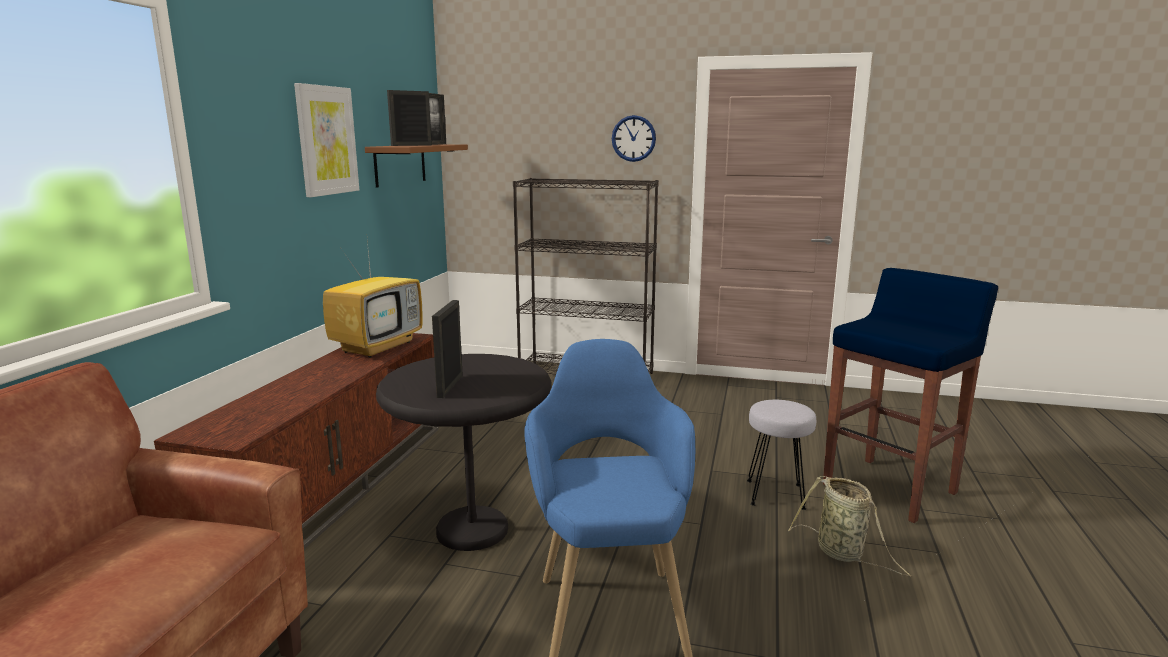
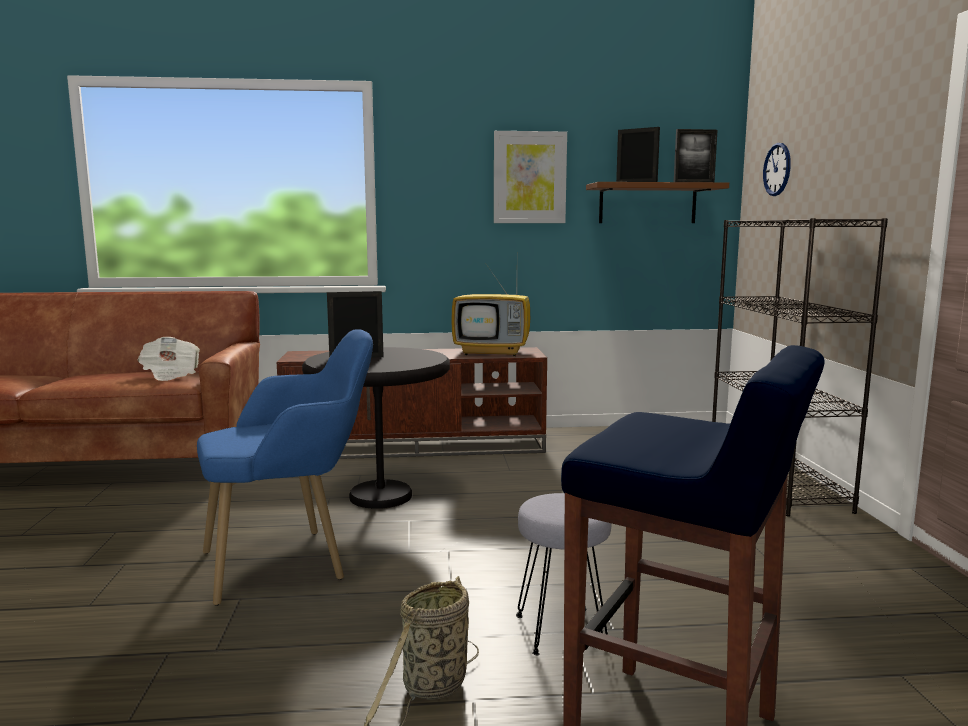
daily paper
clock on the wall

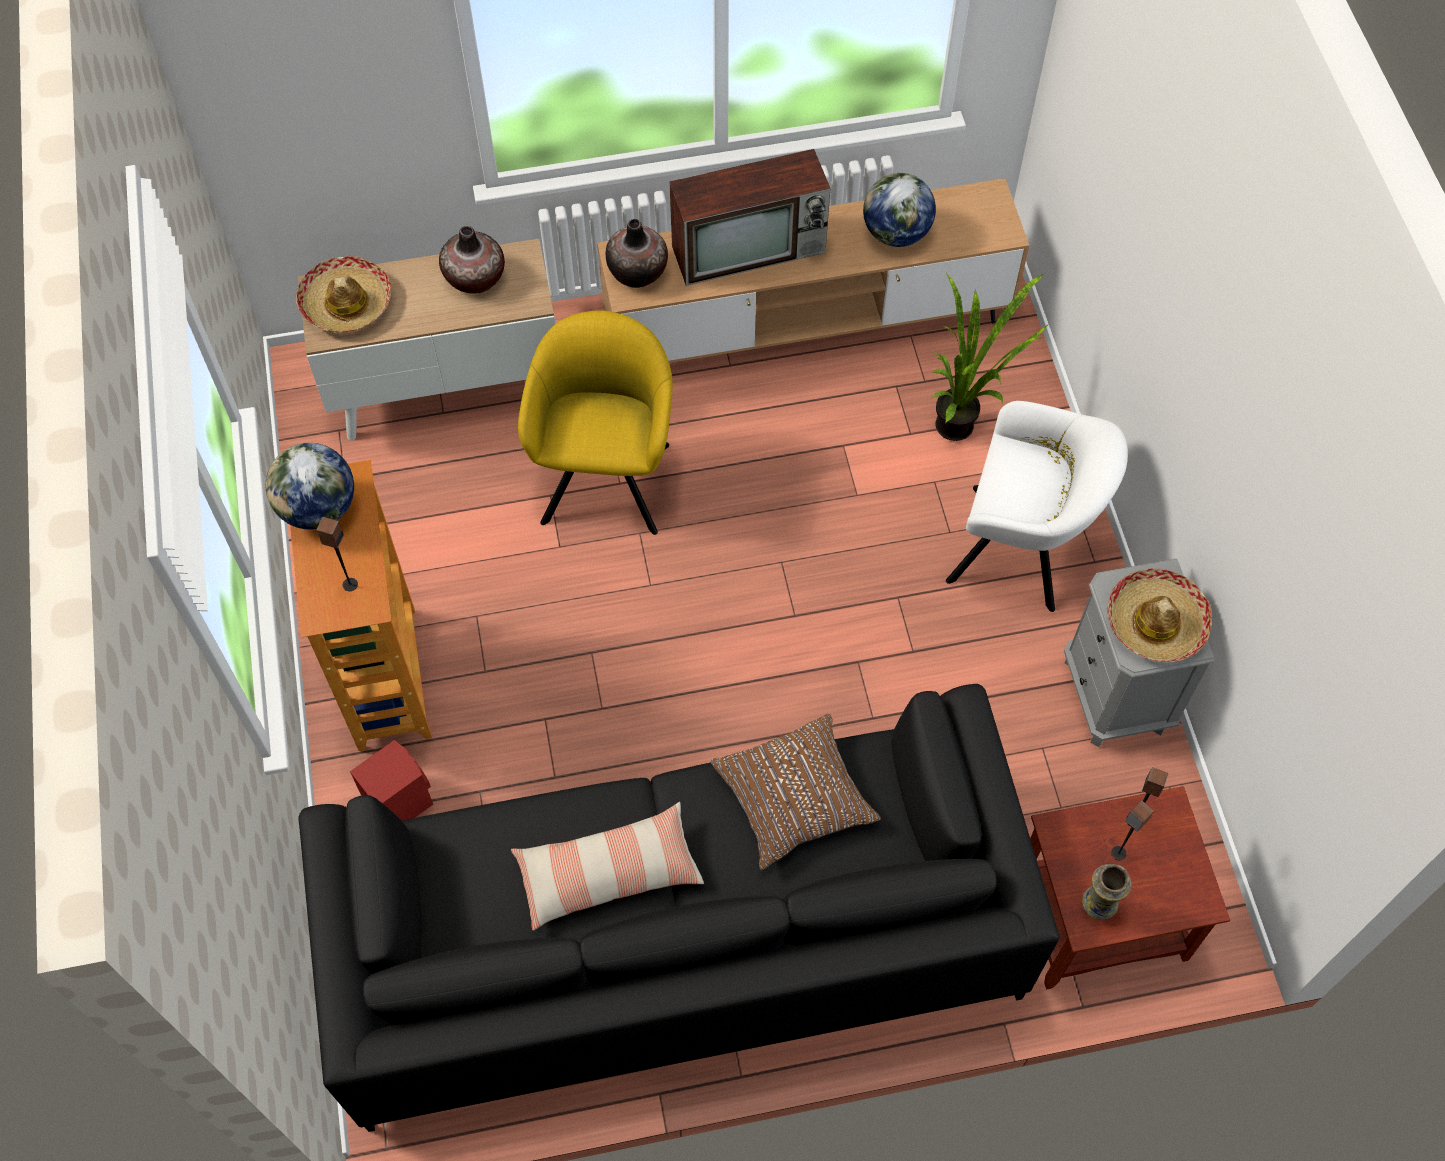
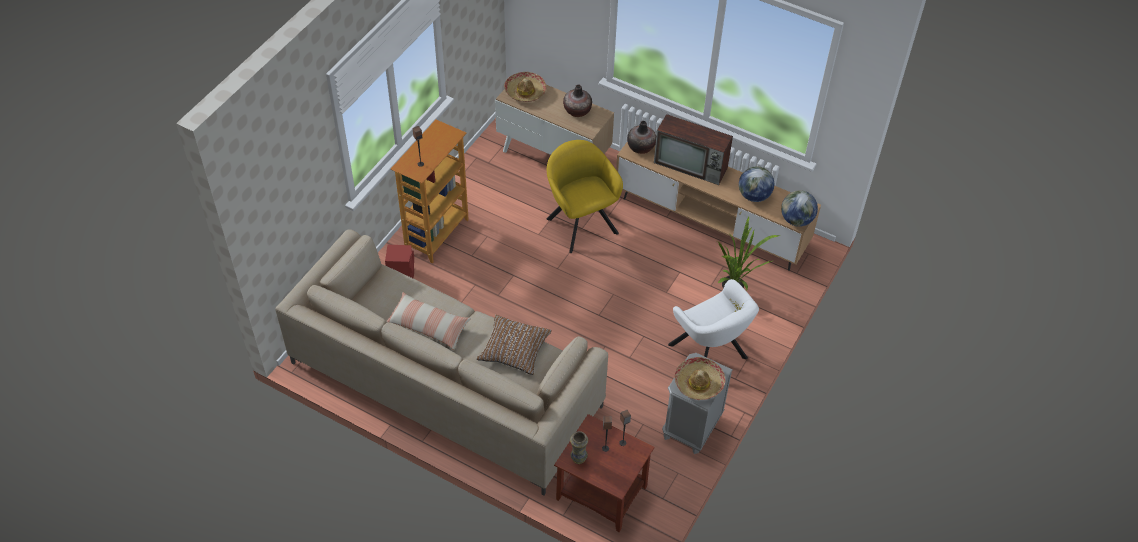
desk globe (no. 2 from left)
settee (beige-coloured)
lounge chair (yellowish)

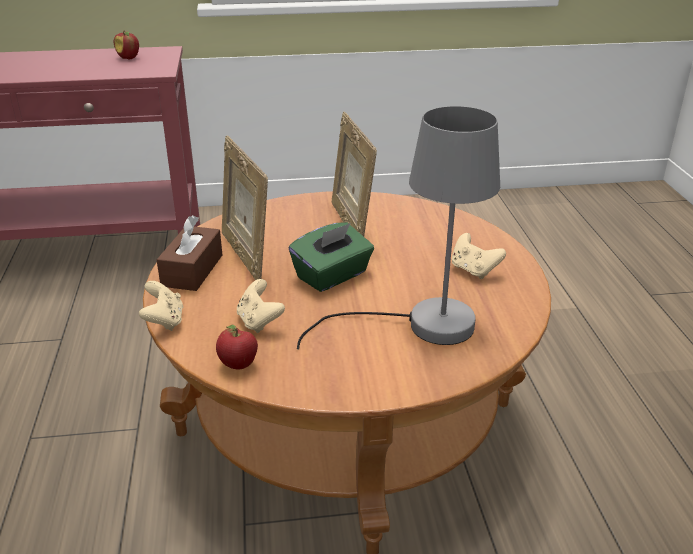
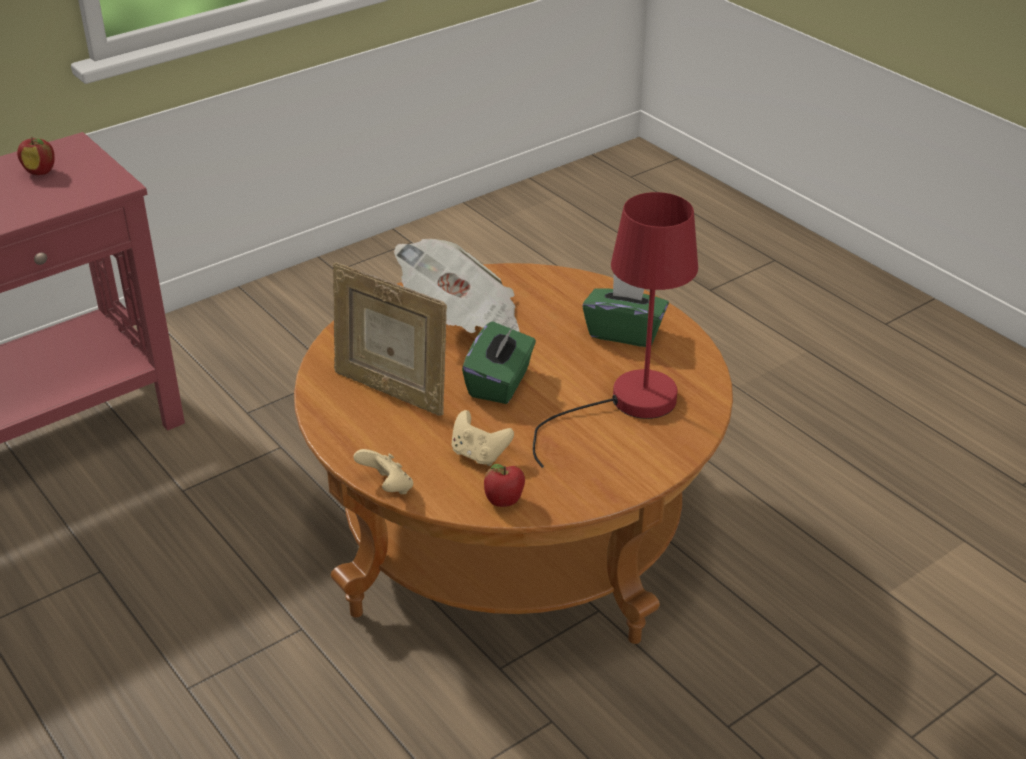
tissue holder (brown)
daily paper
tissue holder (greenish) (no. 2 from left)
tabletop lamp (reddish)

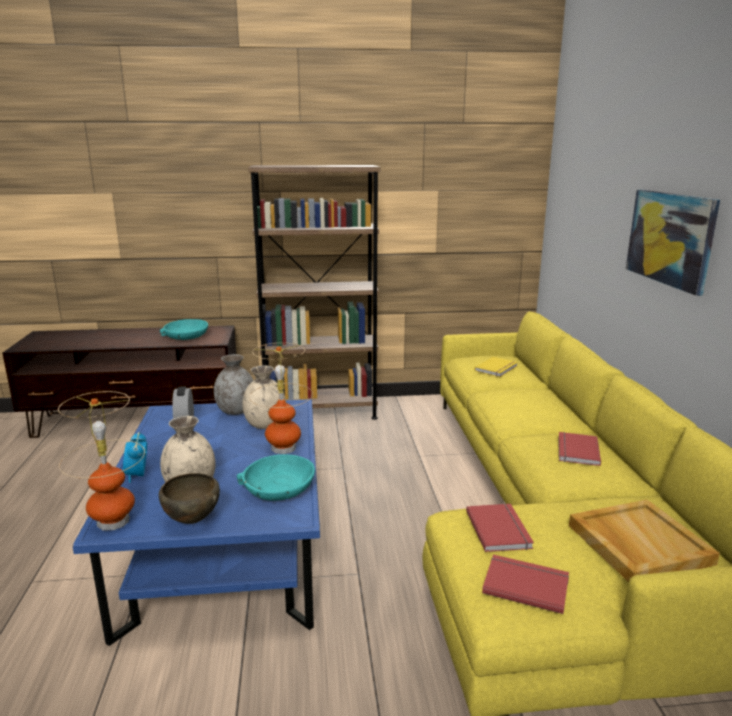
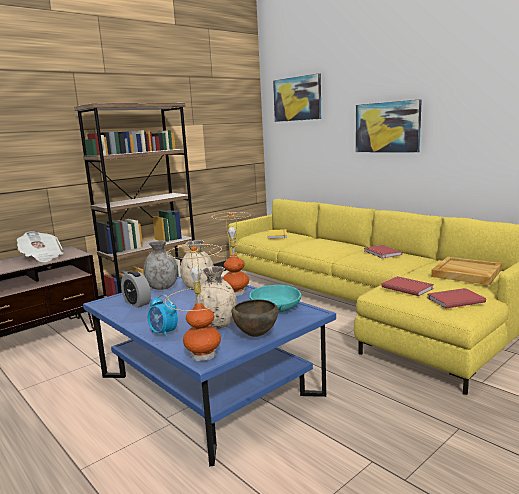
wall picture (no. 1 from left)
daily paper

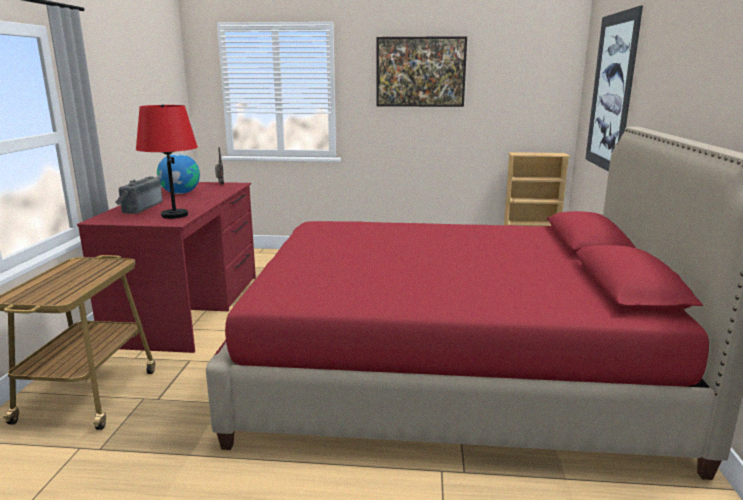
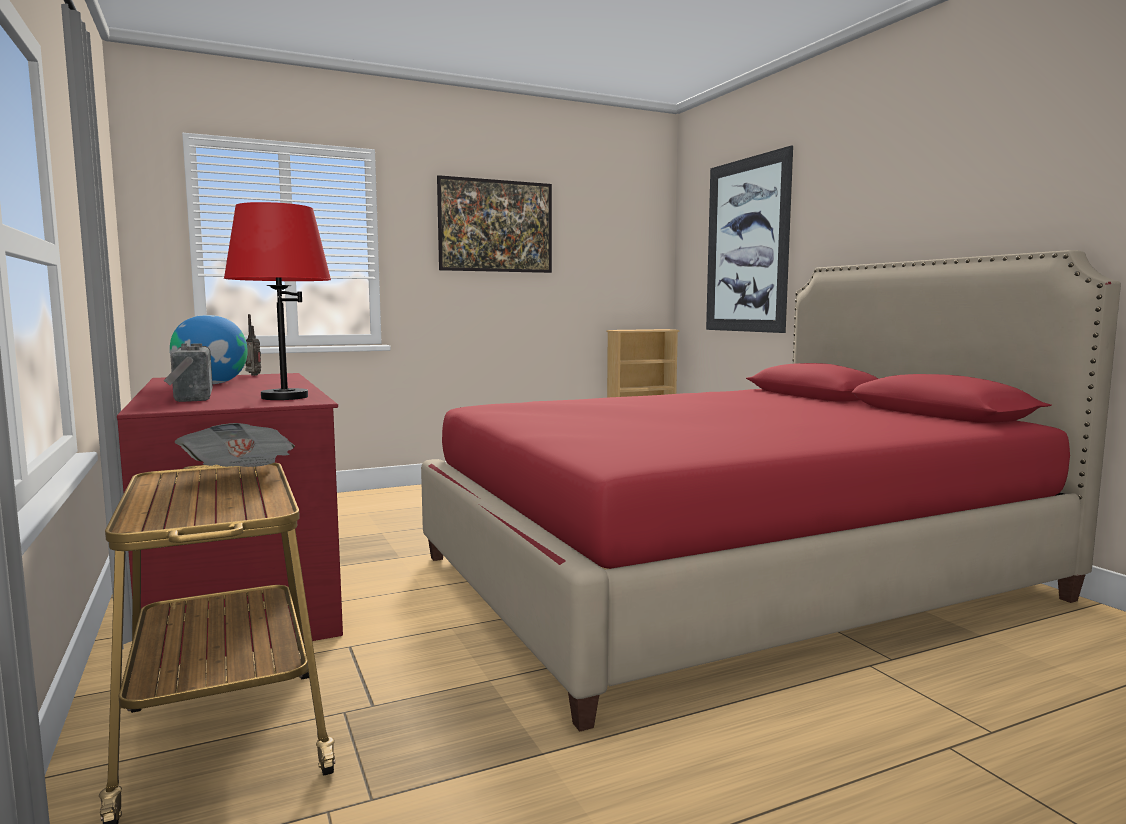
daily paper

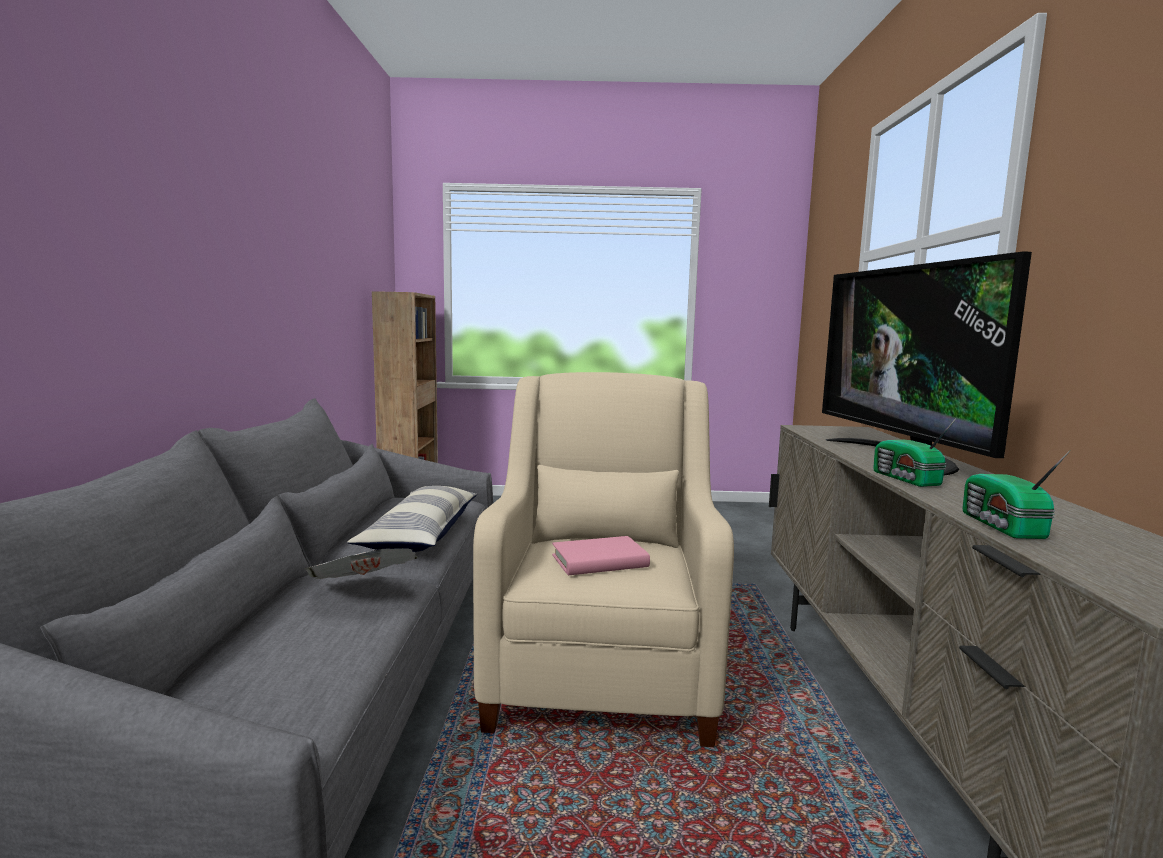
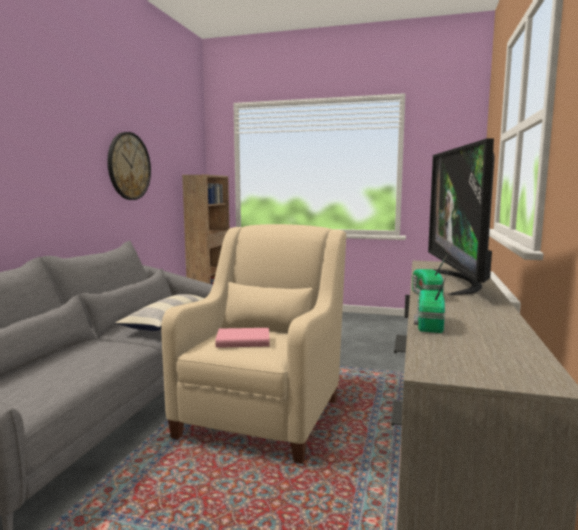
daily paper
clock on the wall

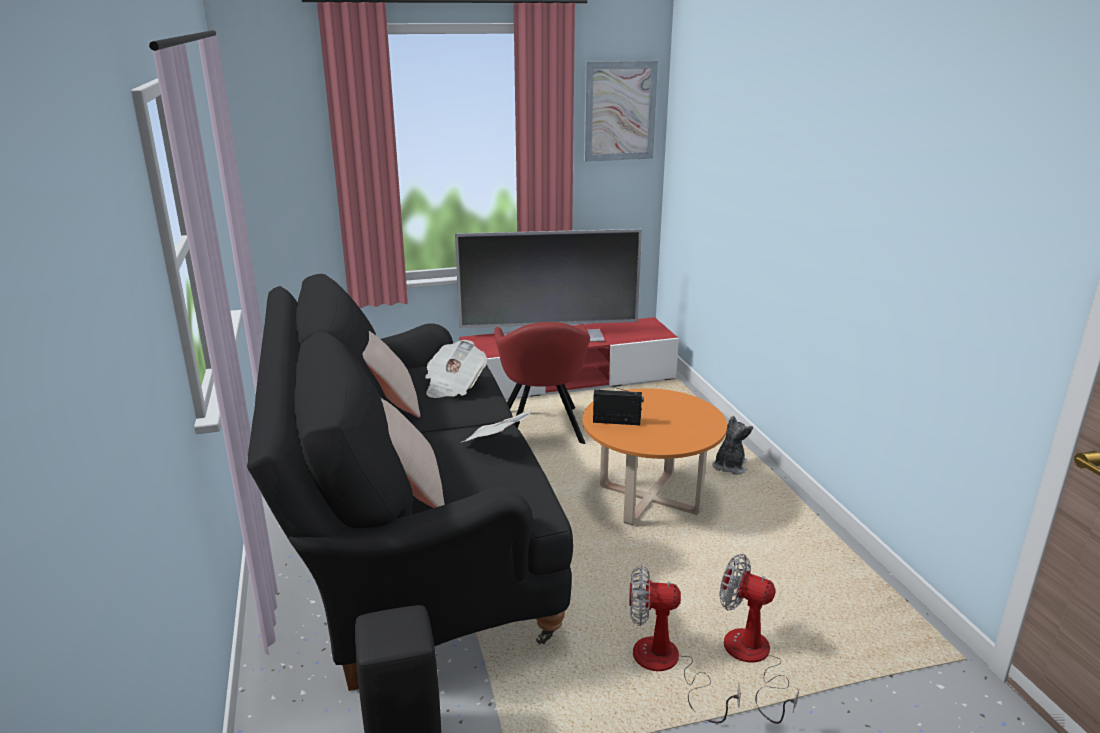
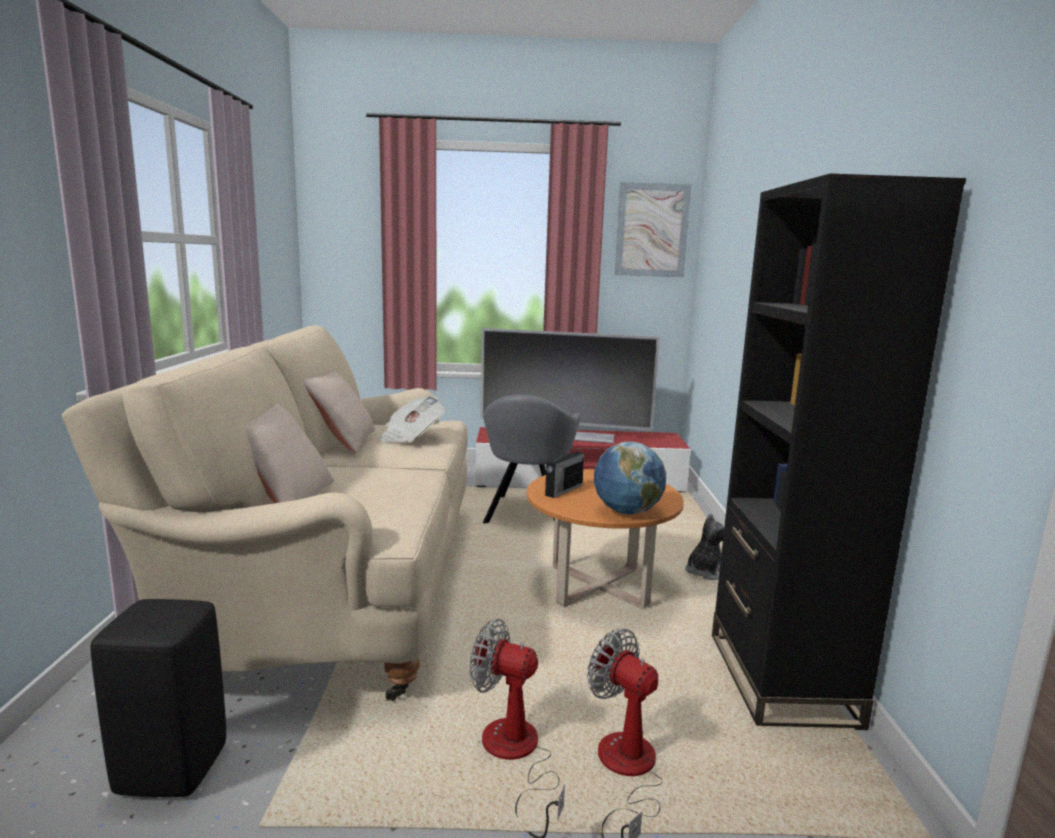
daily paper (no. 2 from left in the first image)
desk globe
bookshelf (black-coloured)
settee (beige-coloured)
lounge chair (grey)
radio receiver

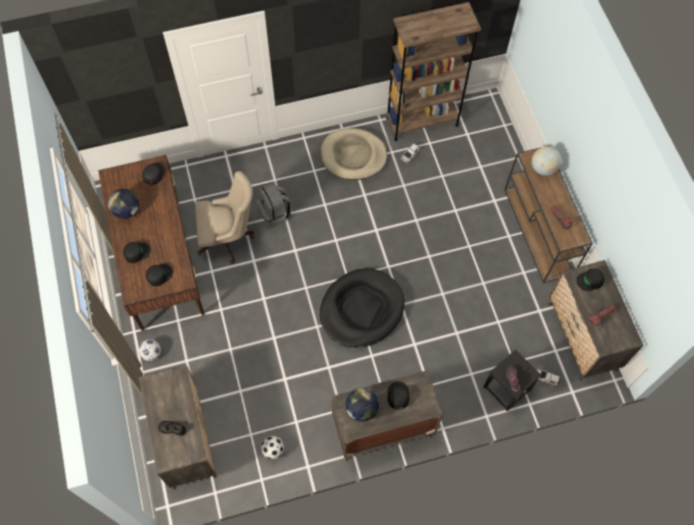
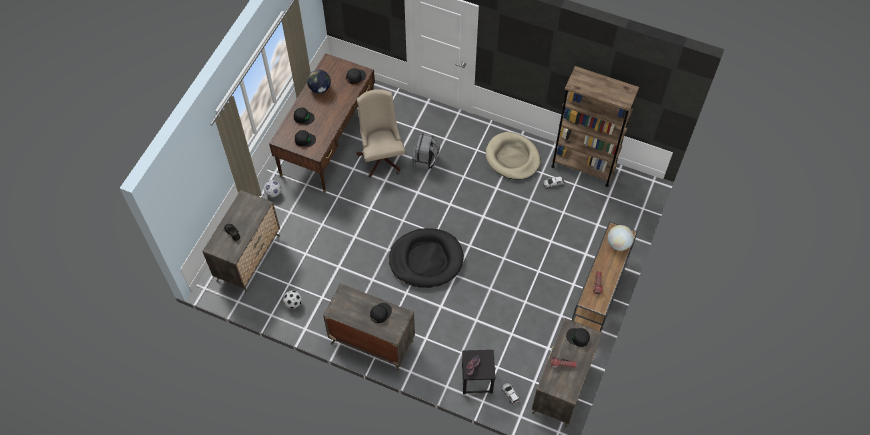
desk globe (no. 2 from left in the first image)
desk chair (beige-coloured)

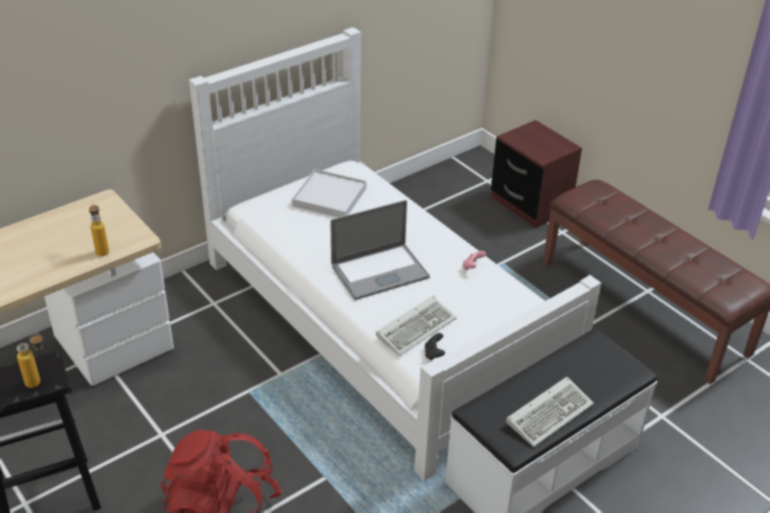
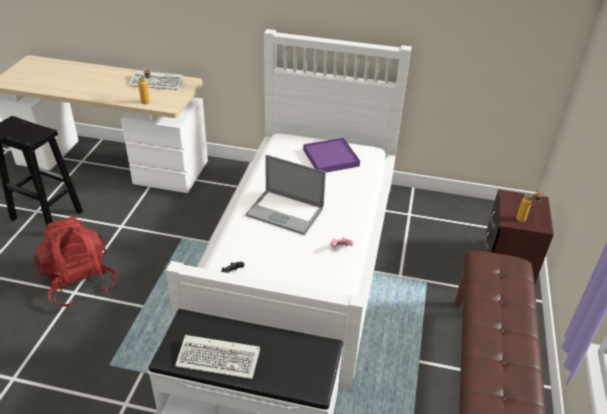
drink bottle (no. 2 from left)
computer keyboard (no. 1 from left)
serving tray (purple)

